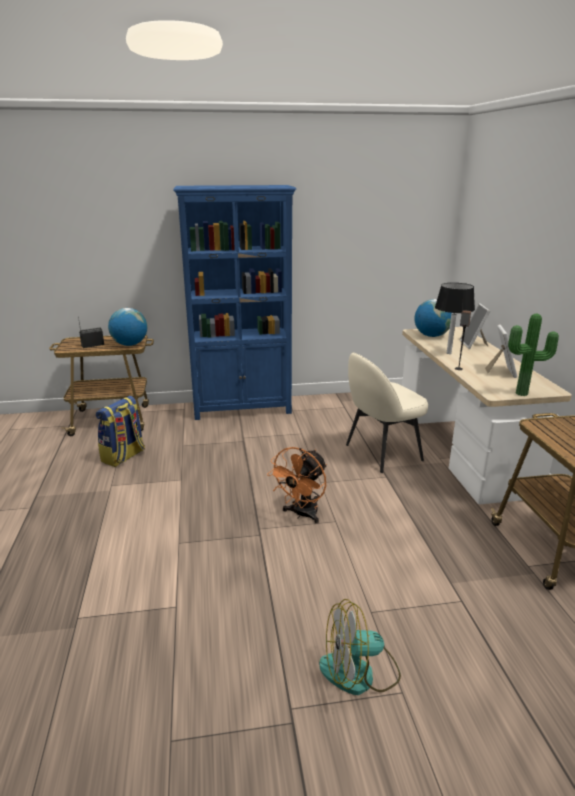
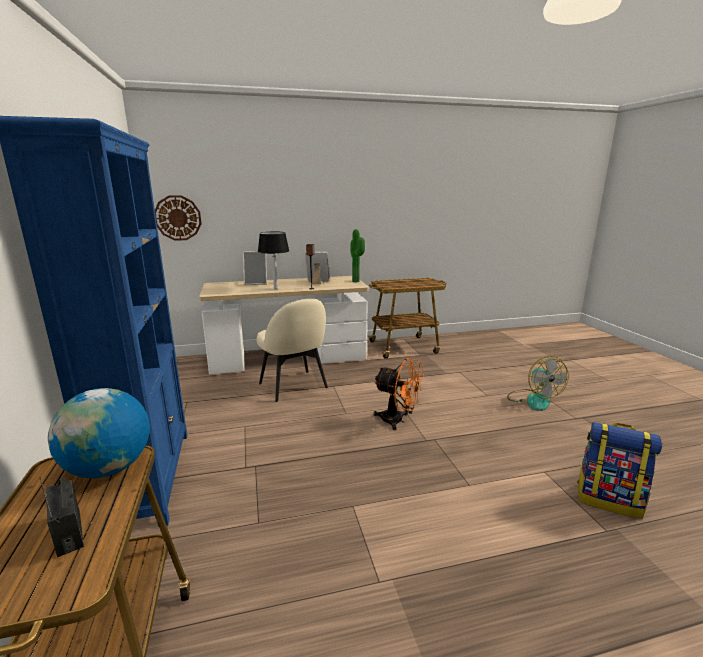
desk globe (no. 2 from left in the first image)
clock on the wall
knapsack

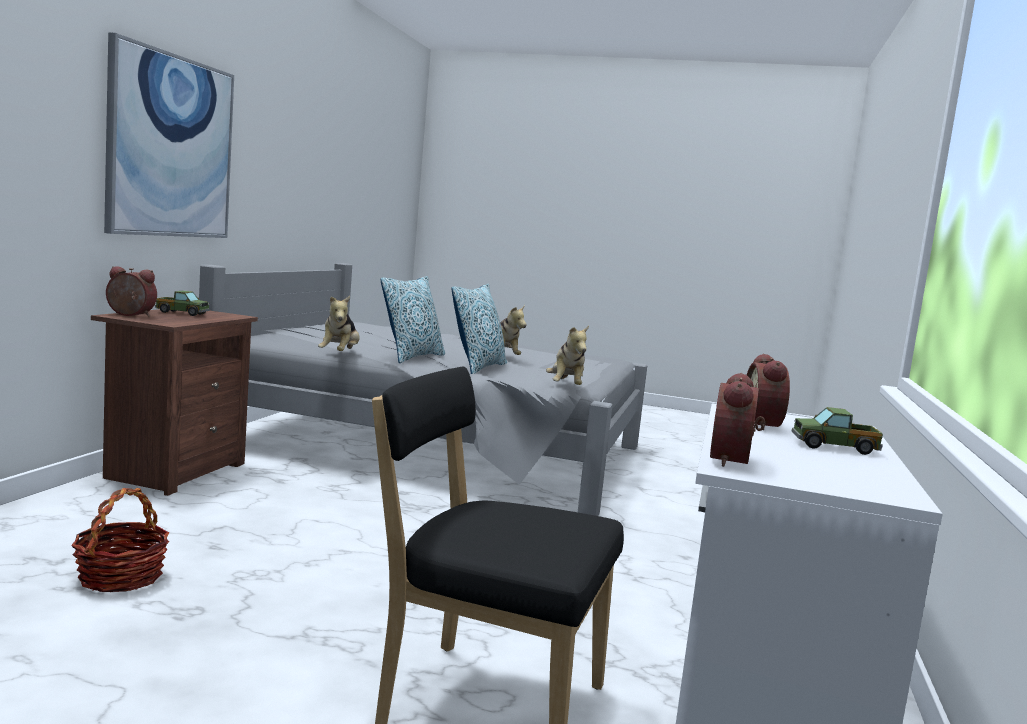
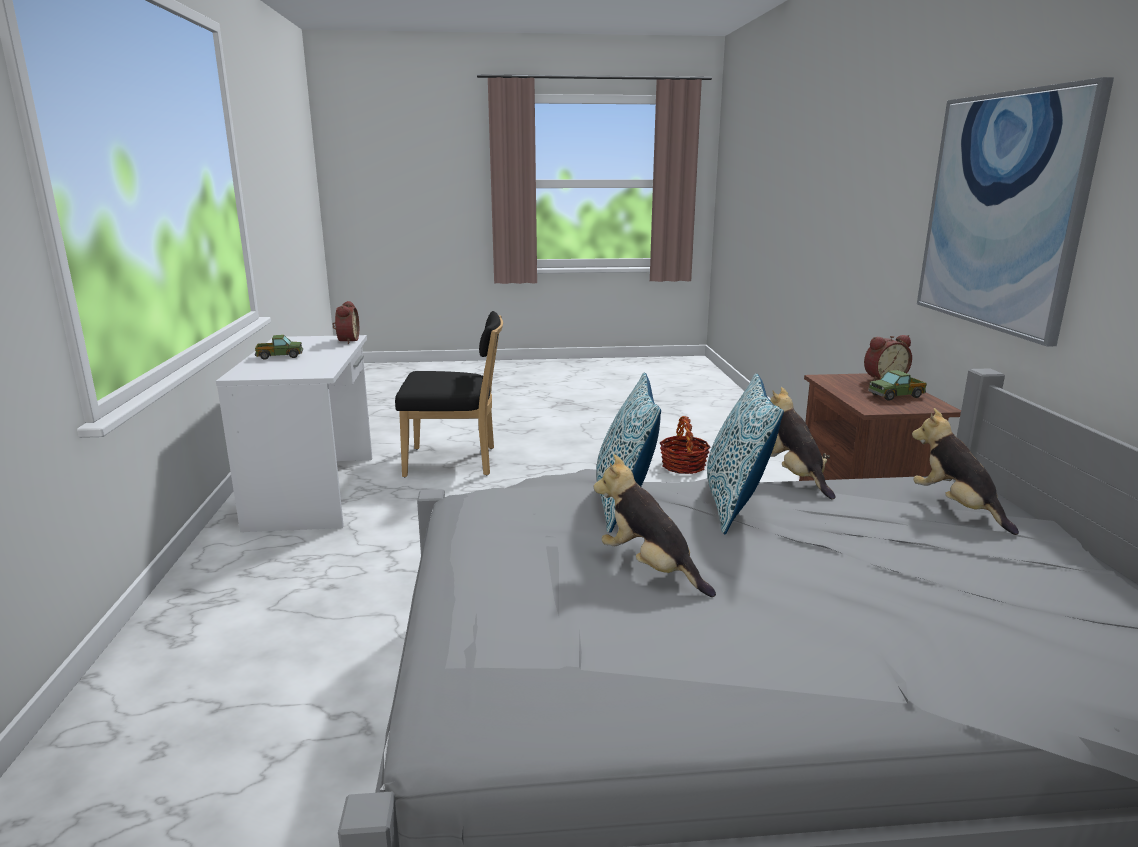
bedside clock (no. 3 from left in the first image)
plush toy (no. 3 from left)

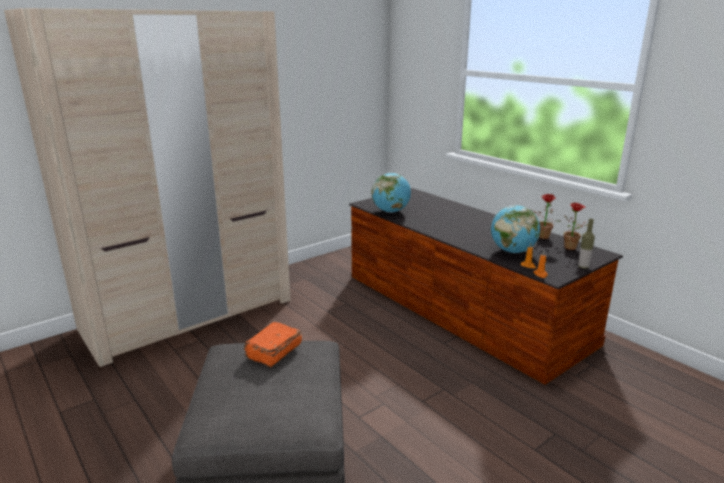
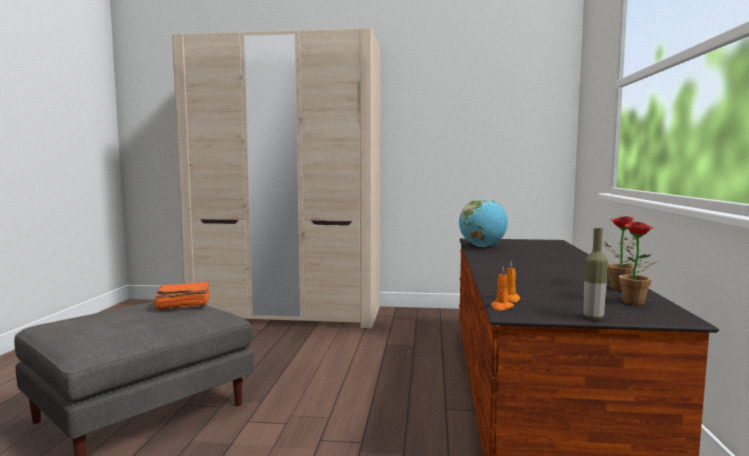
desk globe (no. 2 from left in the first image)

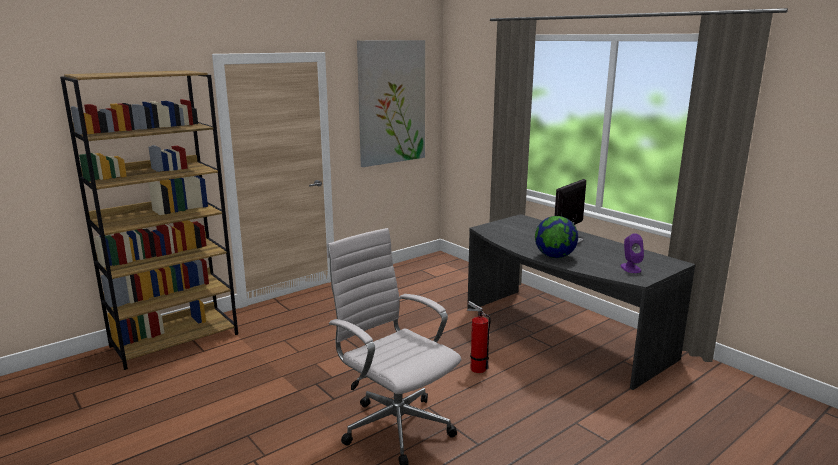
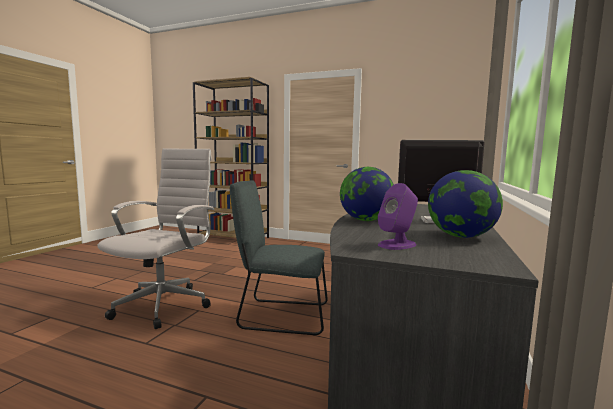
wall picture
desk globe (no. 2 from left)
plain chair (grey)

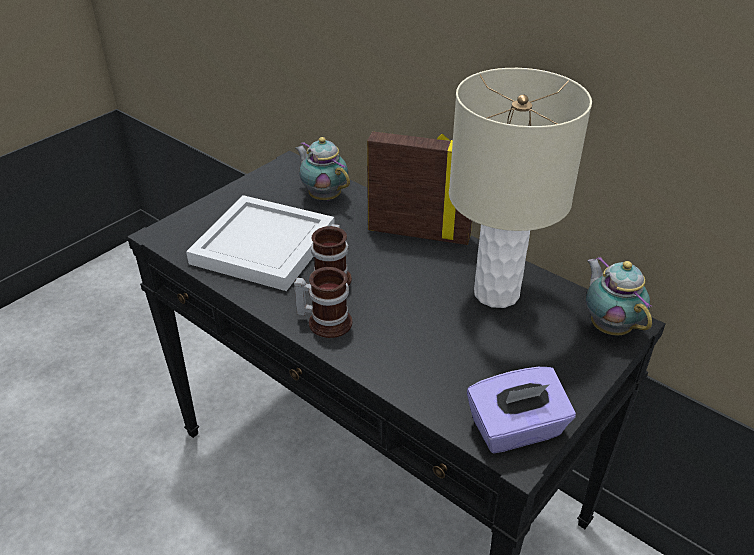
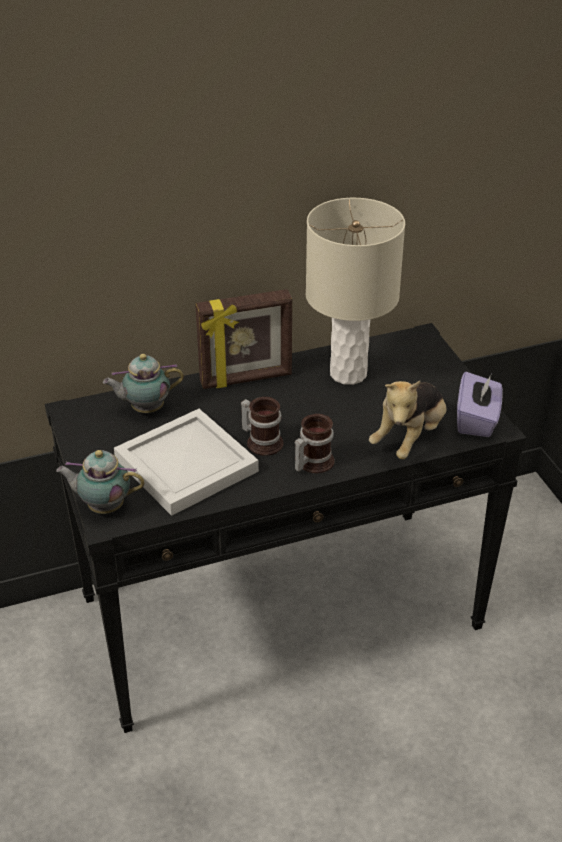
plush toy
pot for tea (no. 1 from left)
picture frame

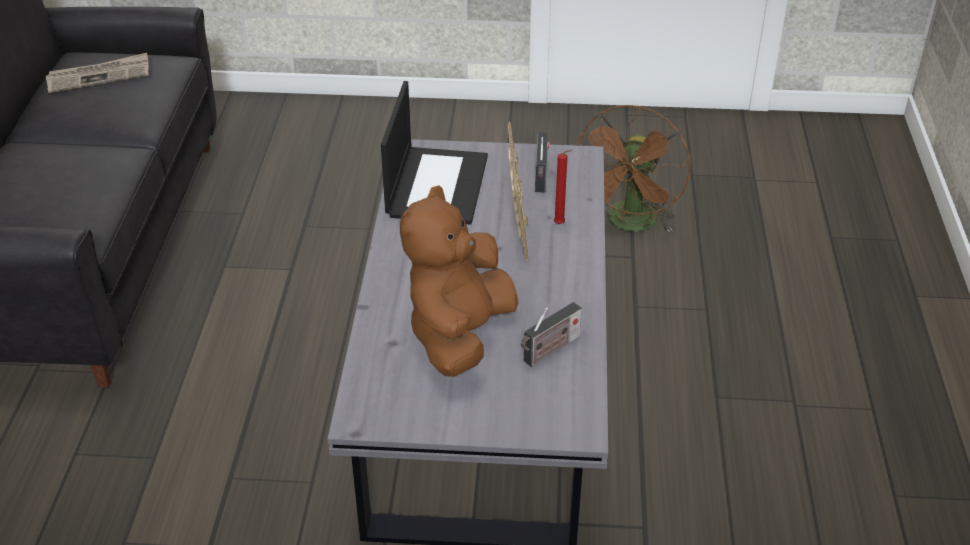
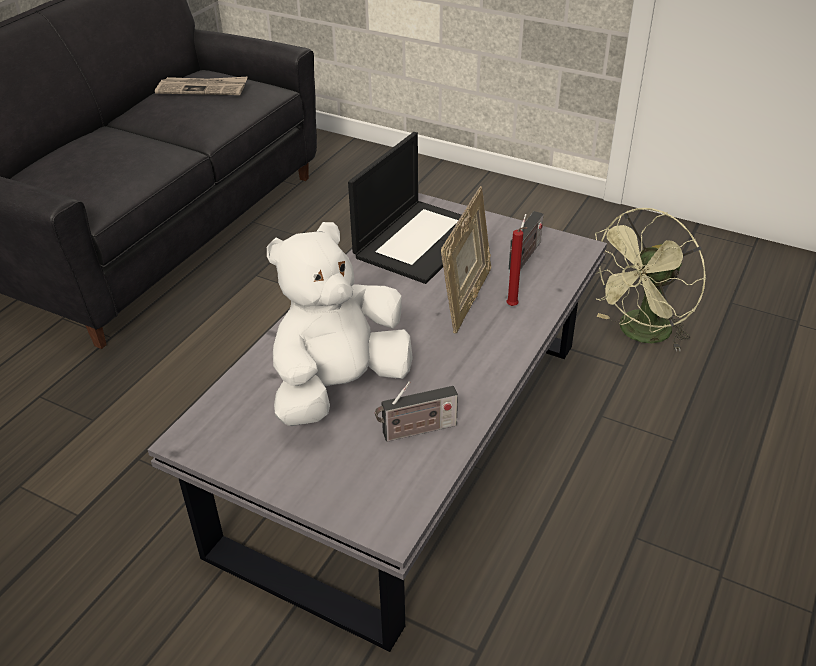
plush toy (white)
cooling fan (greenish)

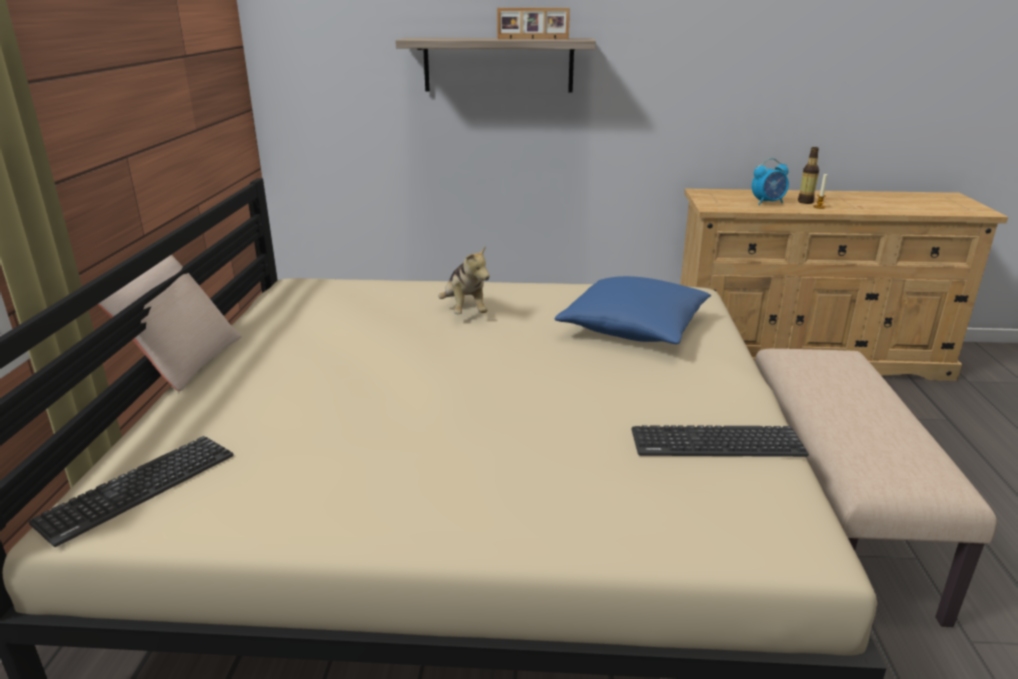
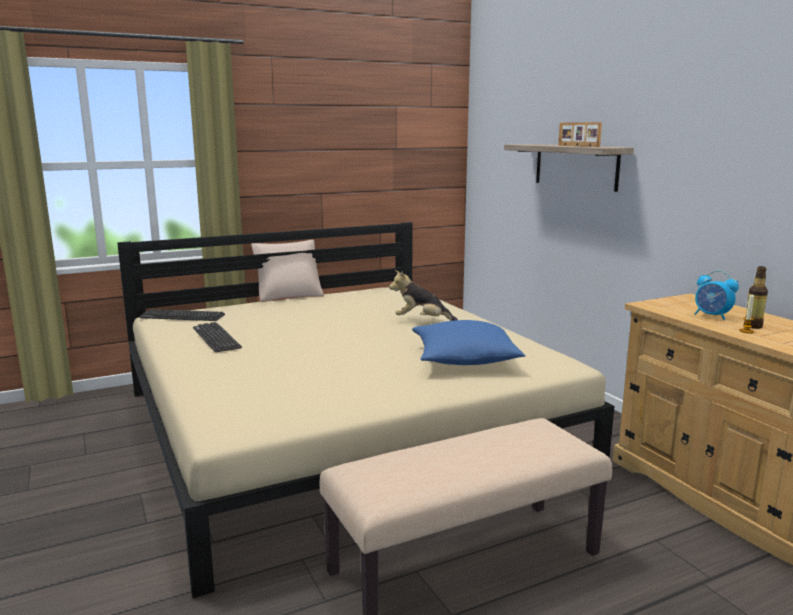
computer keyboard (no. 2 from left)
plush toy

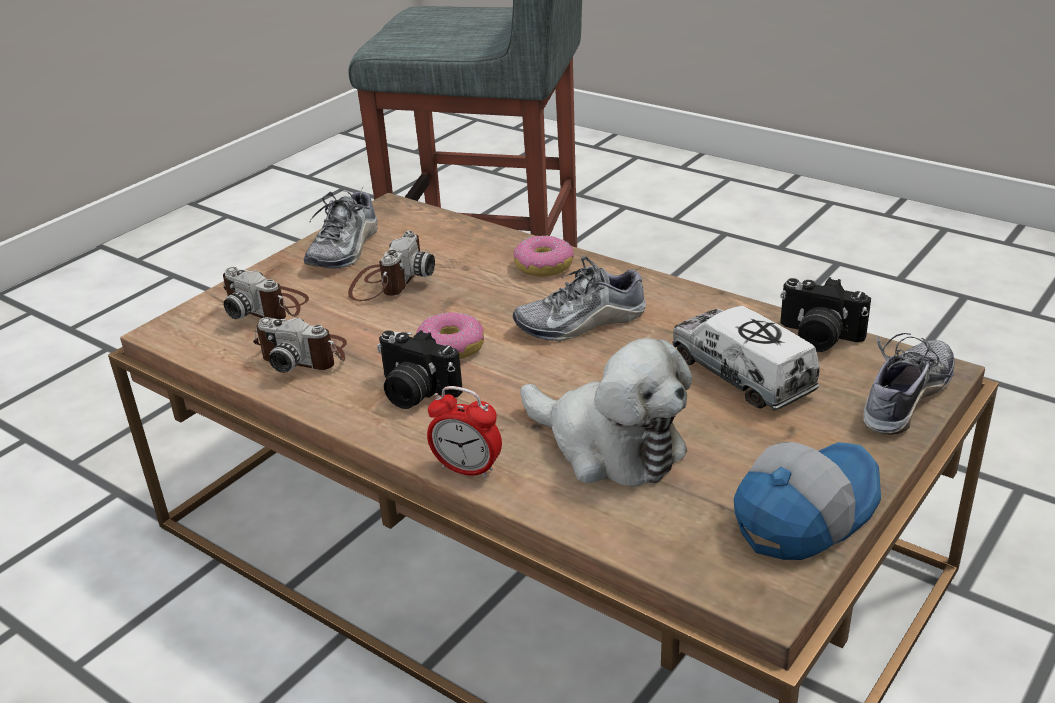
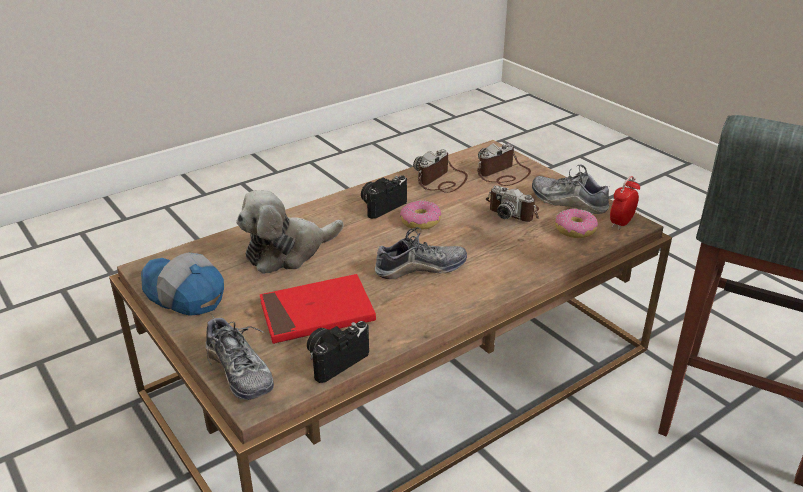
bedside clock
ring doughnut (no. 2 from left)
bound book (reddish)
shoe (no. 2 from left)
peaked cap

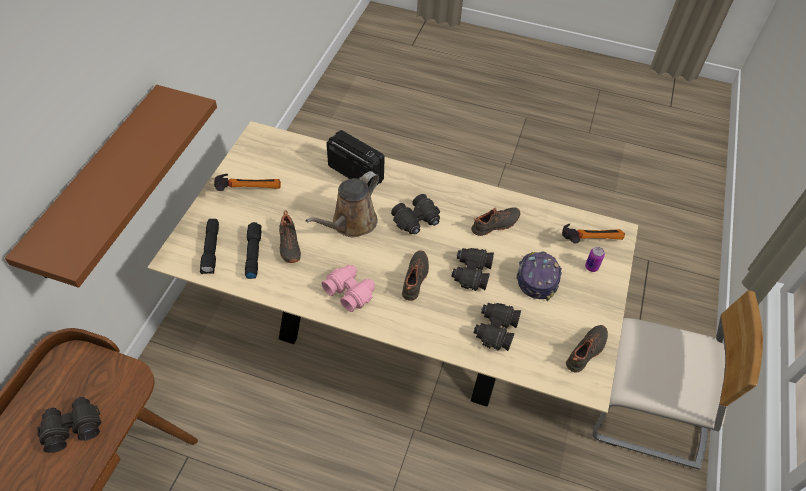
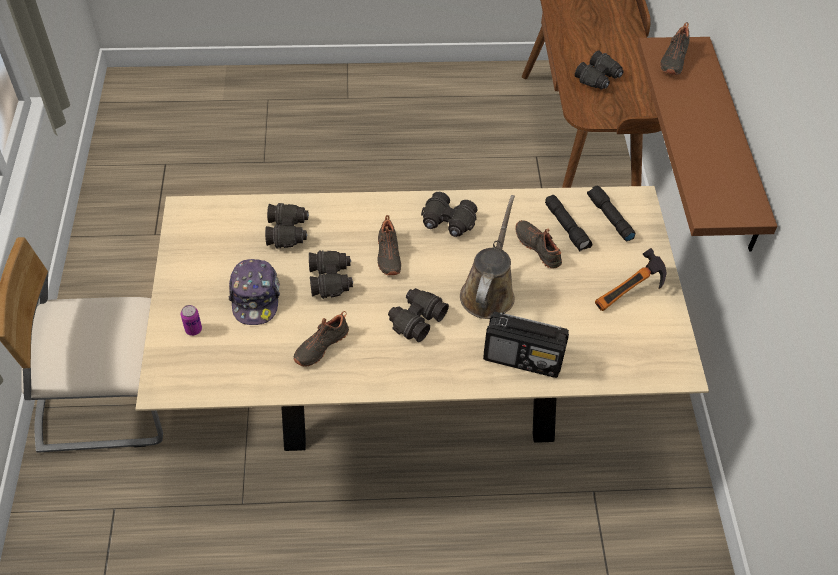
hand hammer (no. 2 from left in the first image)
shoe (black-coloured) (no. 4 from left)
field glasses (black-coloured) (no. 4 from left)

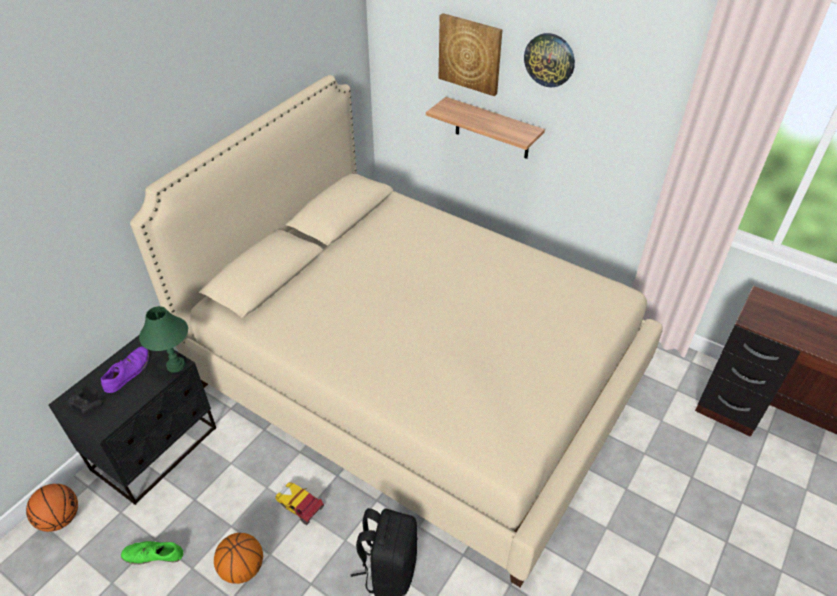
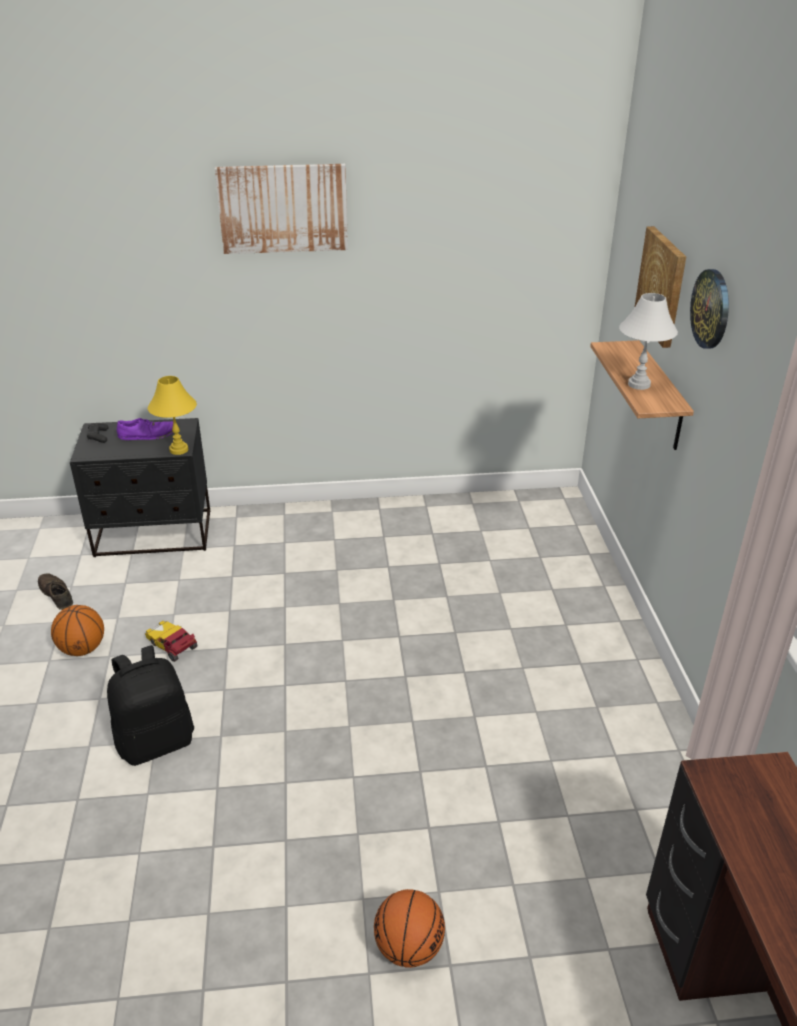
bed (beige-coloured)
wall picture (no. 1 from left)
tabletop lamp (white)
basketball (no. 2 from left)
shoe (brown)
tabletop lamp (yellowish)
miniature car

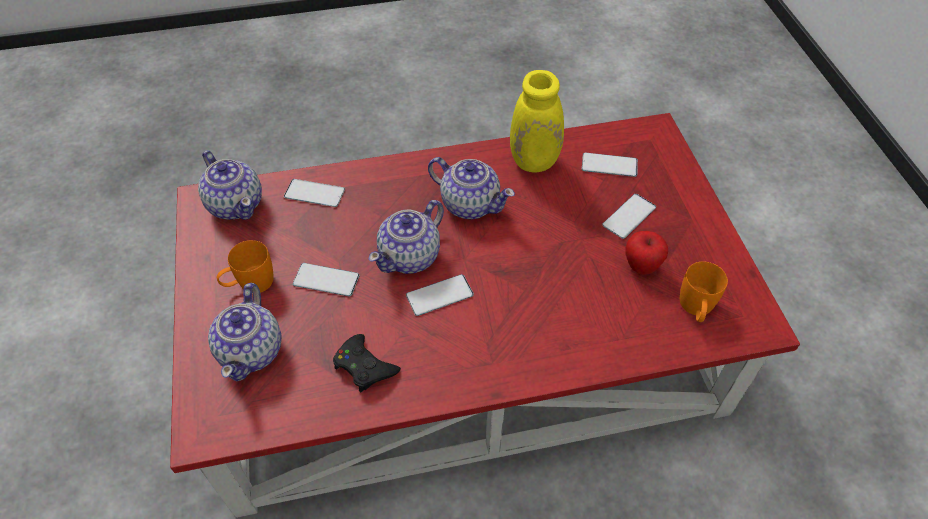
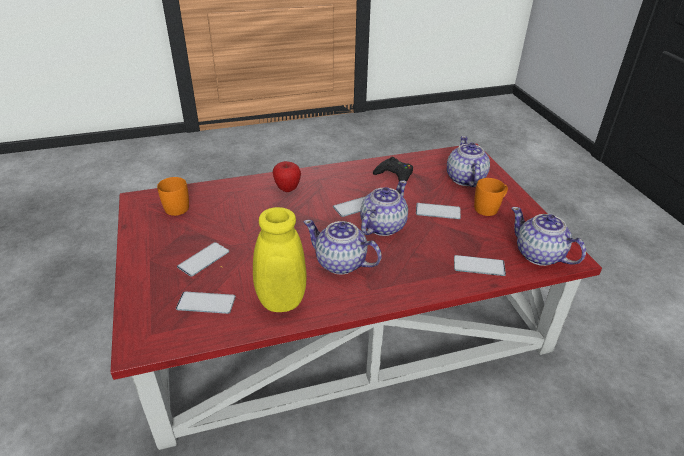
apple

